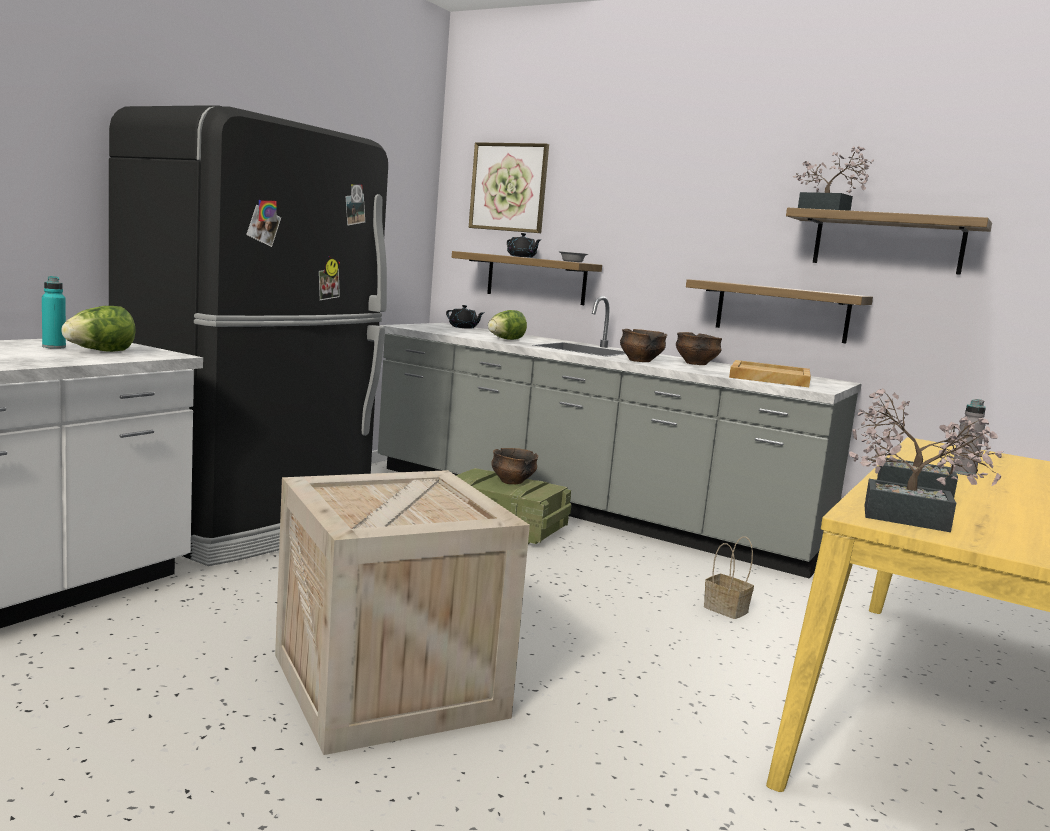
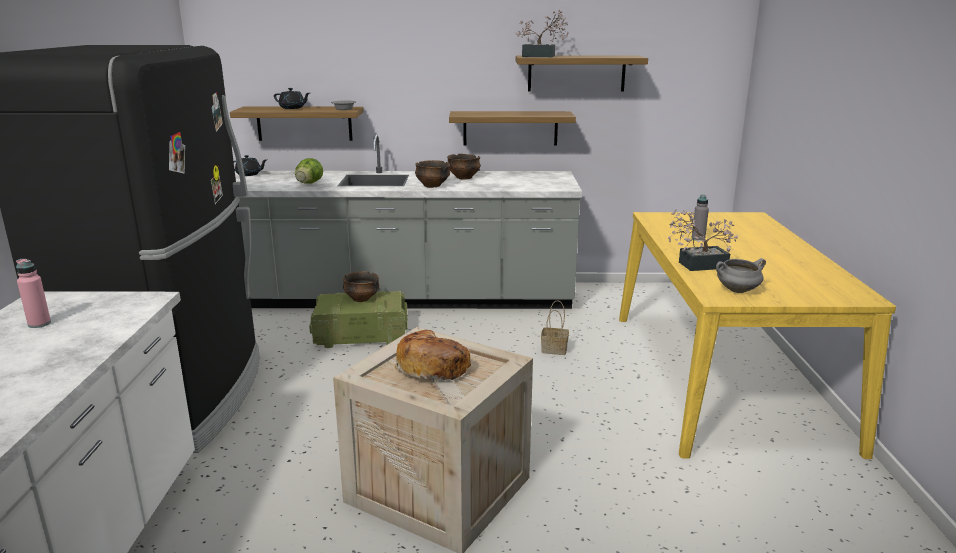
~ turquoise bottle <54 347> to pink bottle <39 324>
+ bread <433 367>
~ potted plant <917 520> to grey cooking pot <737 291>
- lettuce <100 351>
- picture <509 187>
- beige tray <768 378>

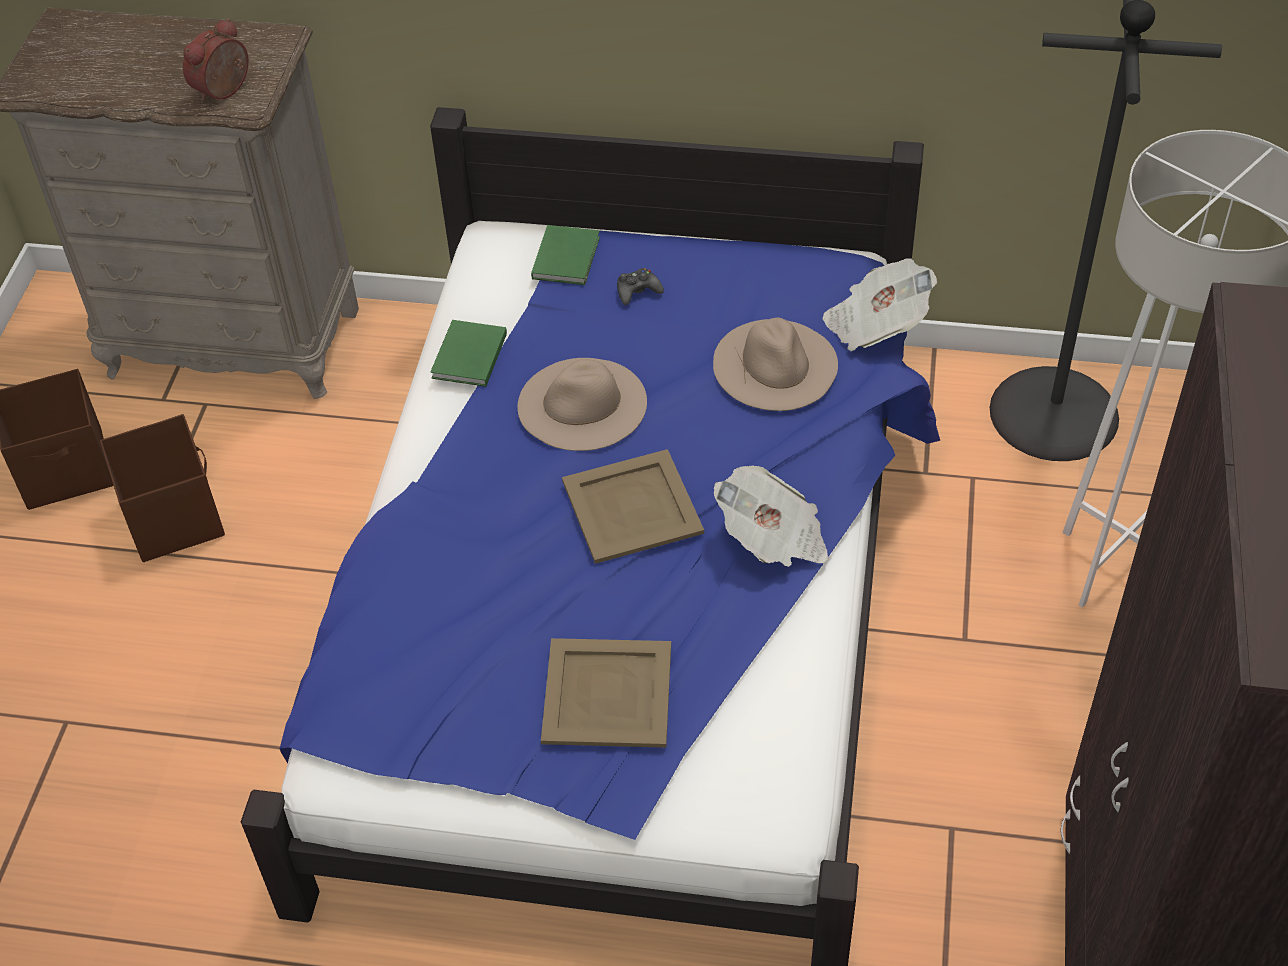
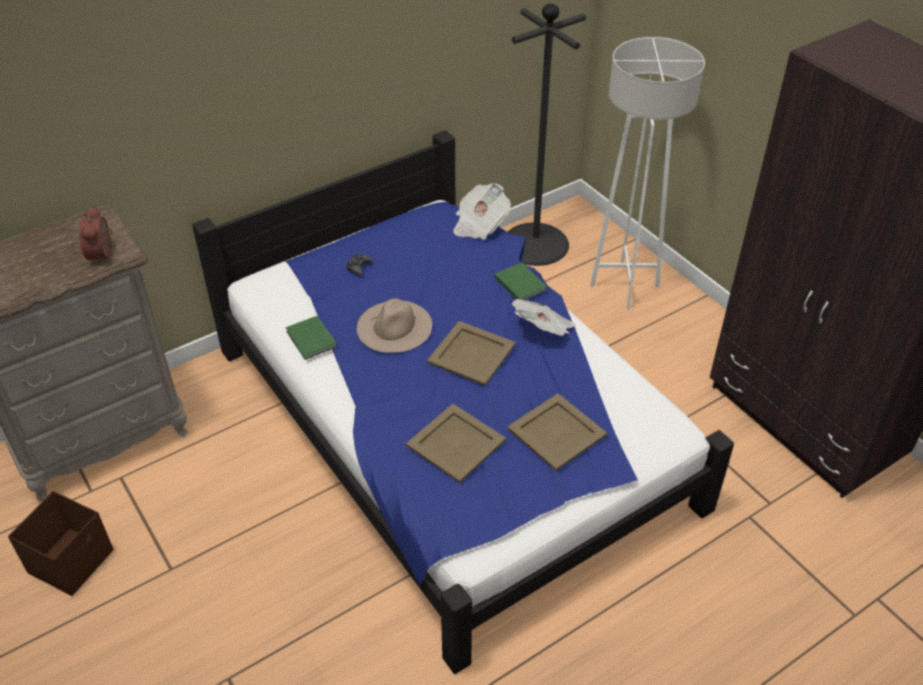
+ beige tray <455 443>
~ green book <567 256> to <520 283>
- brown storage box <174 517>
- beige hat <775 364>

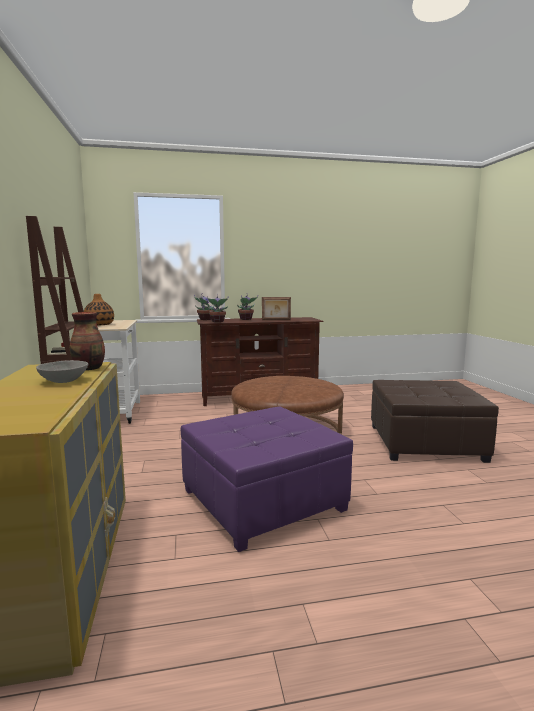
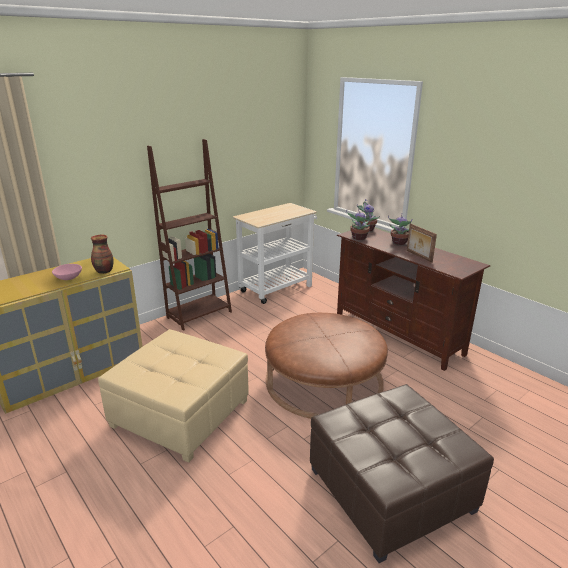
~ grey bowl <64 381> to pink bowl <69 278>
~ purple ottoman <262 500> to beige ottoman <179 413>
- vase <99 325>

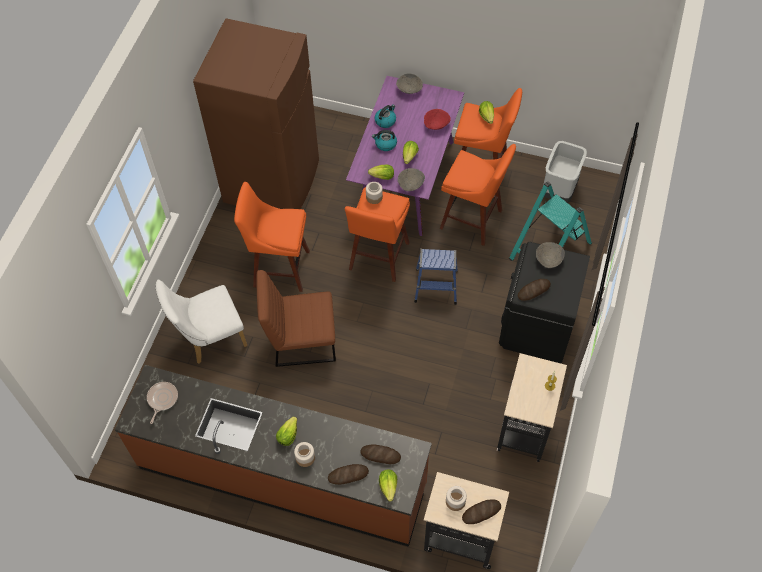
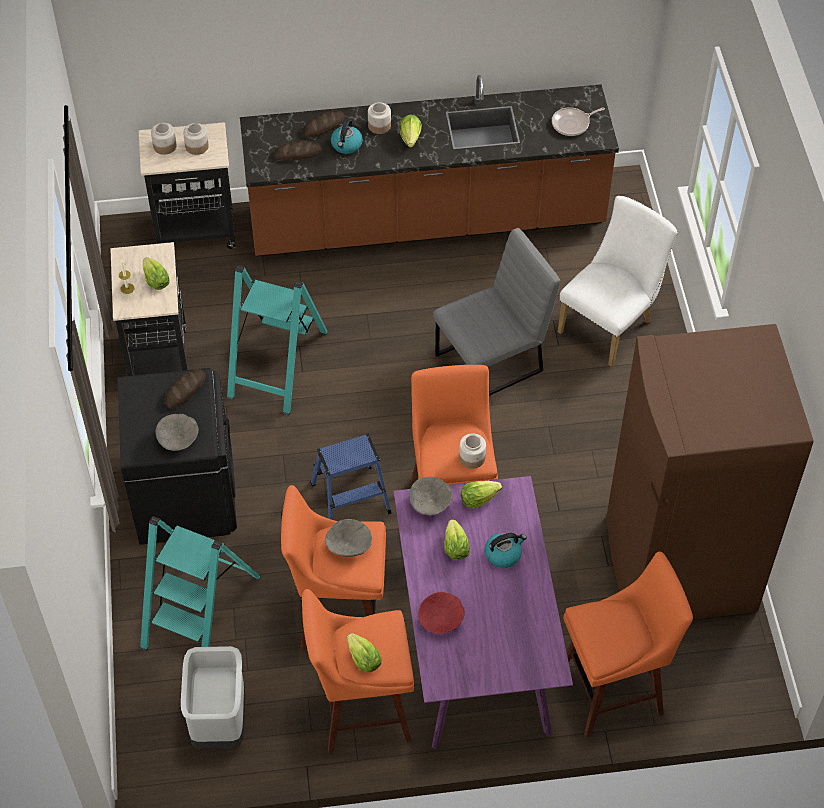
~ lettuce <388 486> to <156 281>
~ bread <481 512> to jar <164 146>
+ turquoise step ladder <277 365>
~ grey bowl <409 89> to <348 546>
~ kettle <385 121> to <346 145>
~ brown chair <301 341> to grey chair <492 362>
~ frying pan <162 399> = <572 124> 75 degrees clockwise
~ orange stool <280 268> to <613 691>

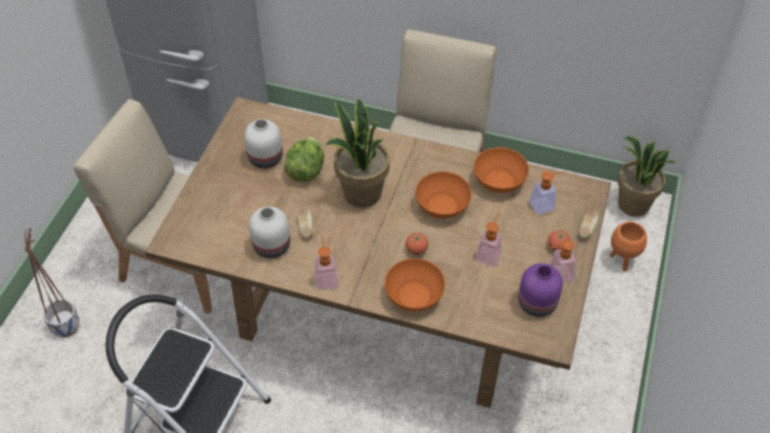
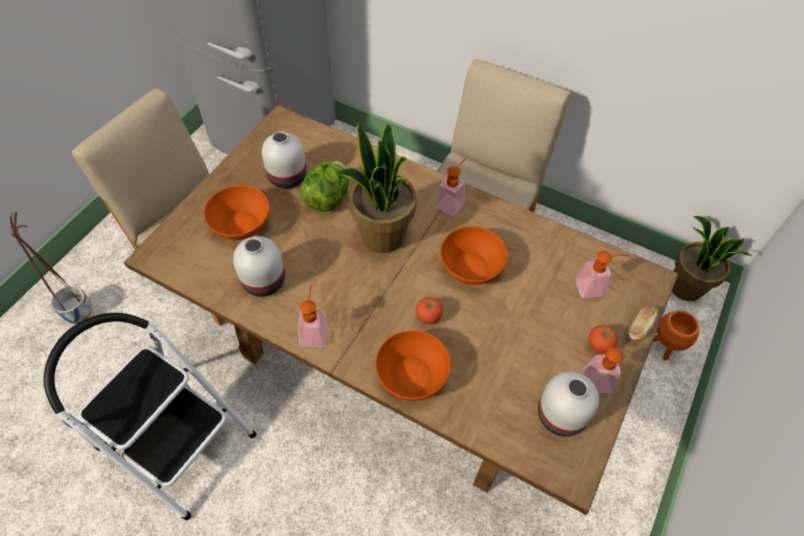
~ orange bowl <499 181> to <241 224>
~ soap dispenser <489 252> to <452 202>
~ purple vase <536 304> to white vase <559 415>
- bread <305 227>

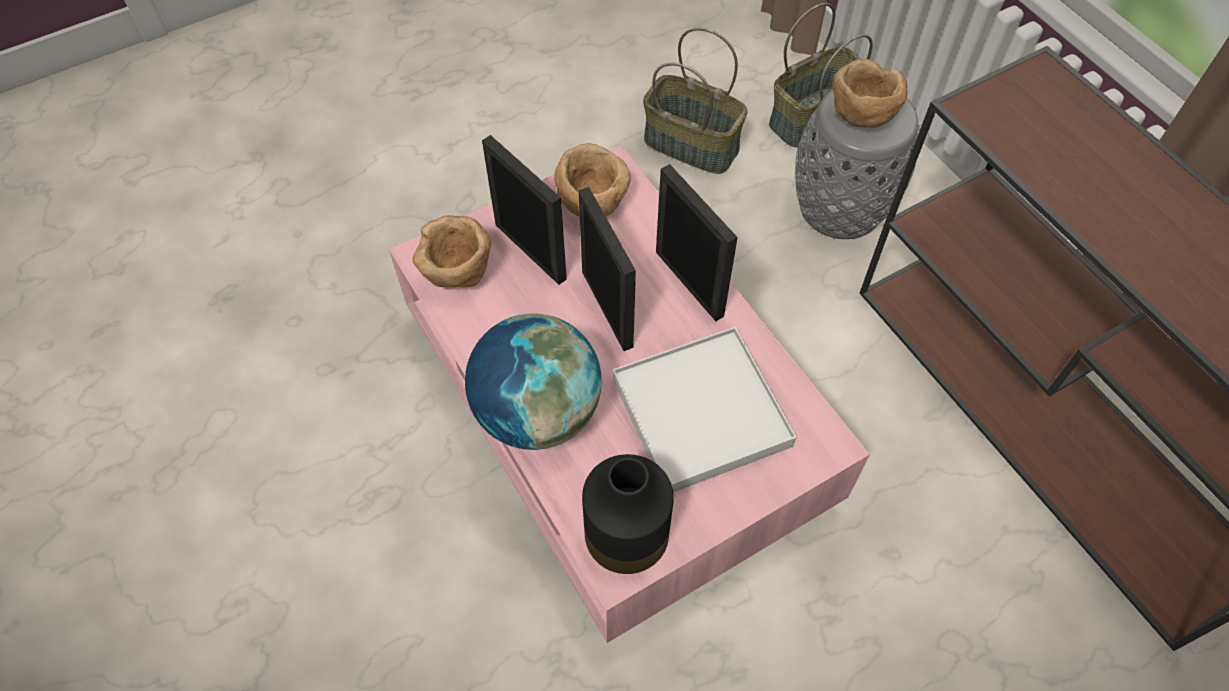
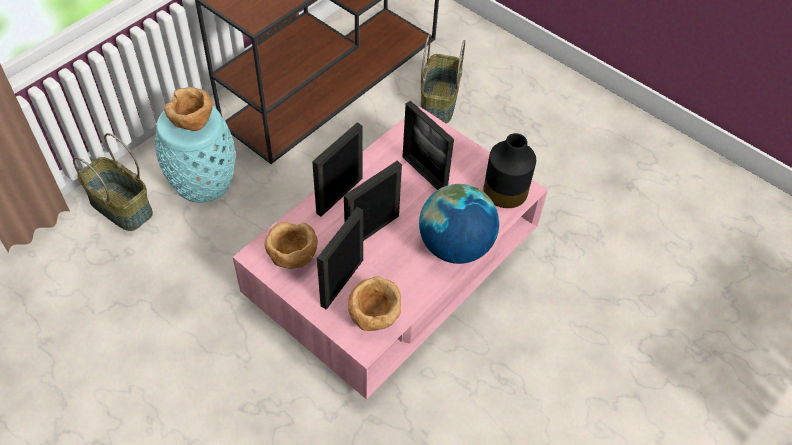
~ grey stool <840 207> to turquoise stool <203 181>
~ white tray <700 413> to picture frame <424 174>
~ basket <692 144> to <438 101>

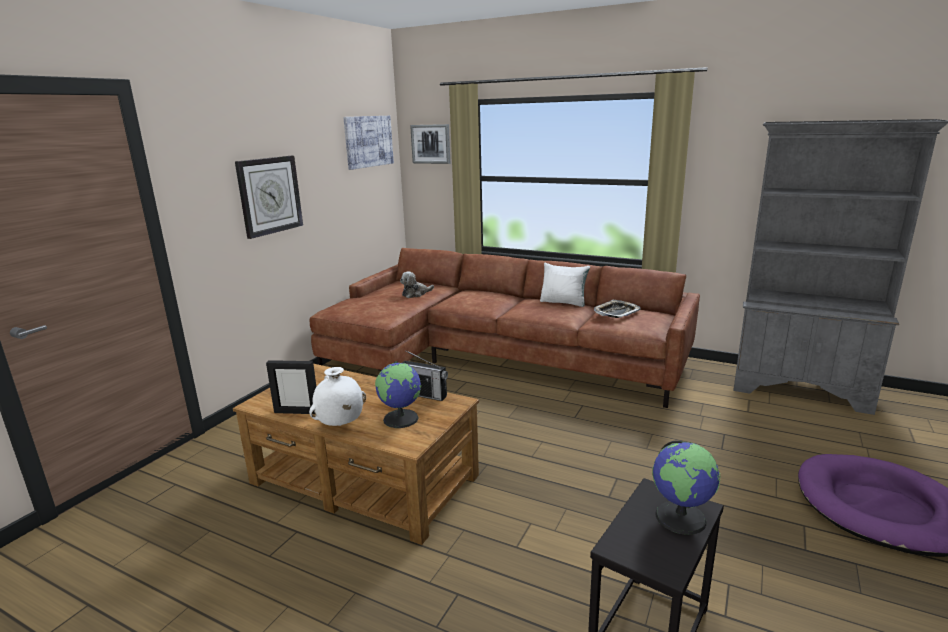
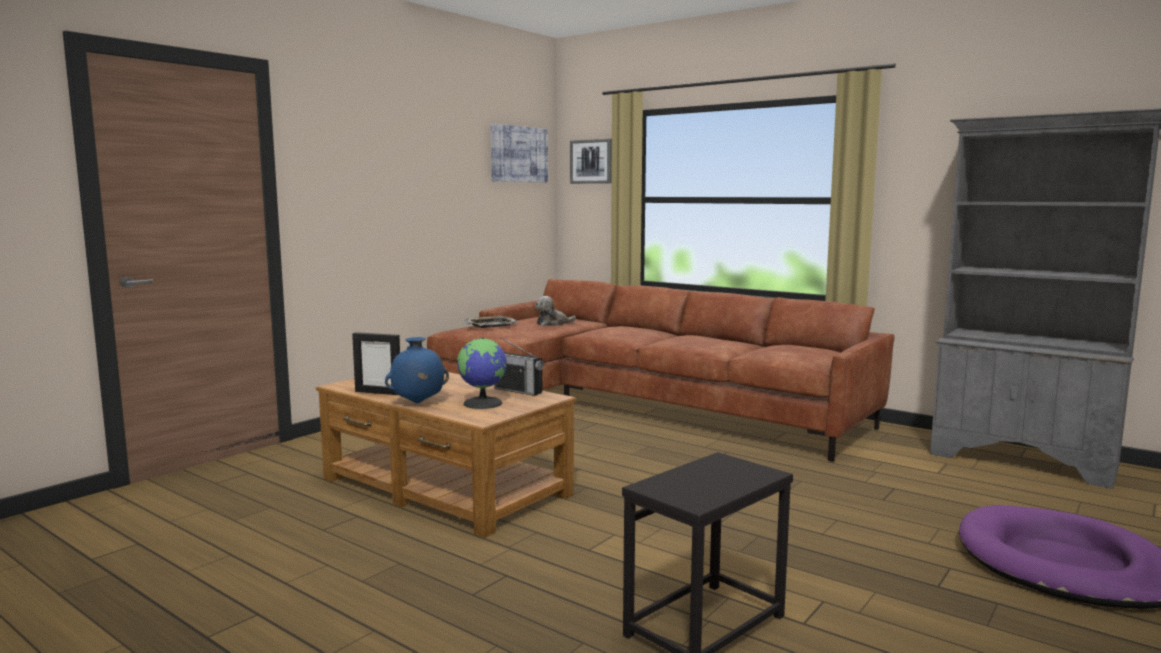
~ white vase <340 425> to blue vase <417 403>
~ tray <616 312> to <490 325>
- wall clock <269 195>
- white pillow <563 302>
- globe <681 517>

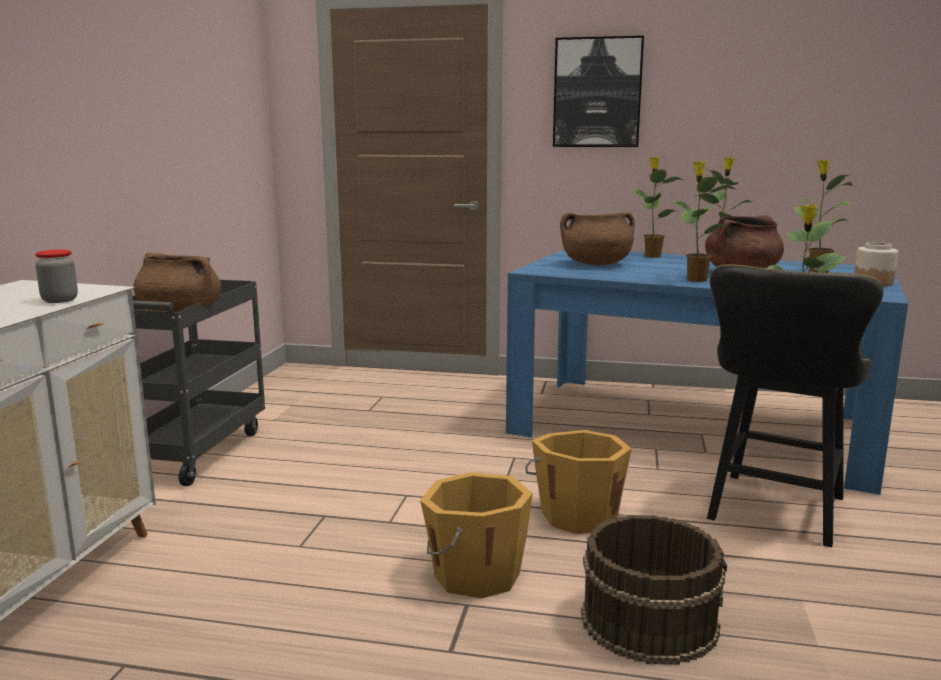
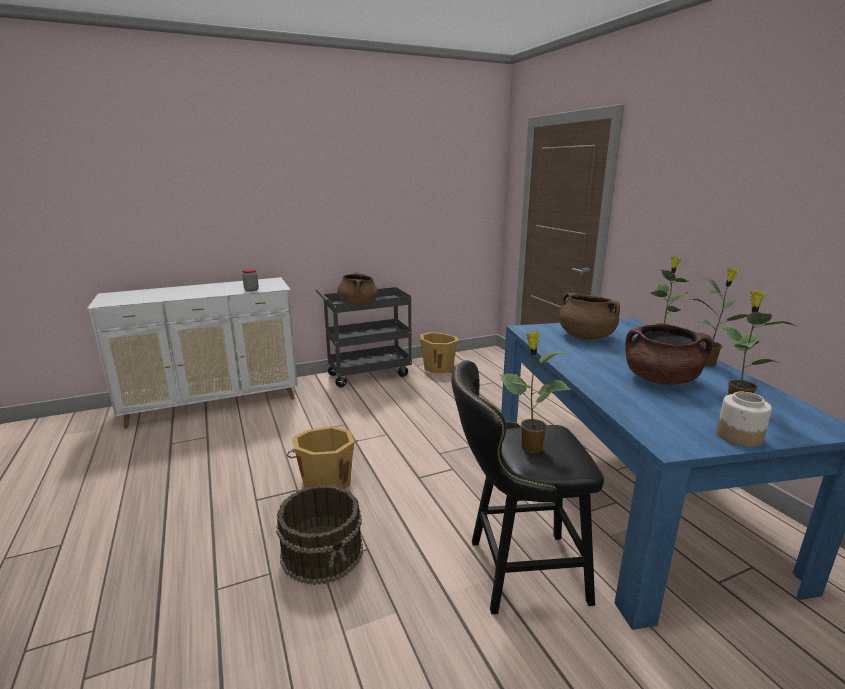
~ orange bucket <578 515> to <439 367>
- picture <597 93>
- potted plant <695 280>

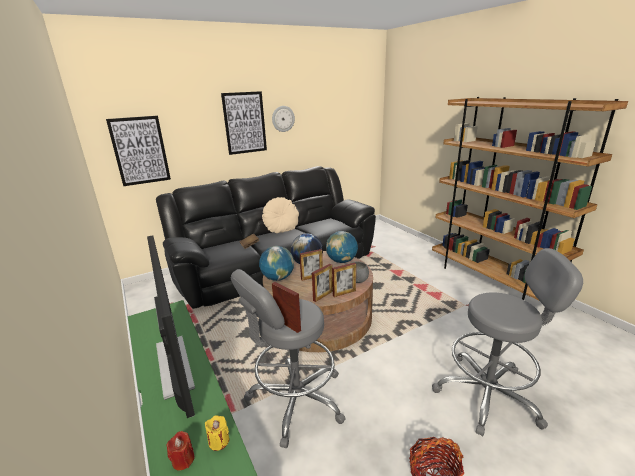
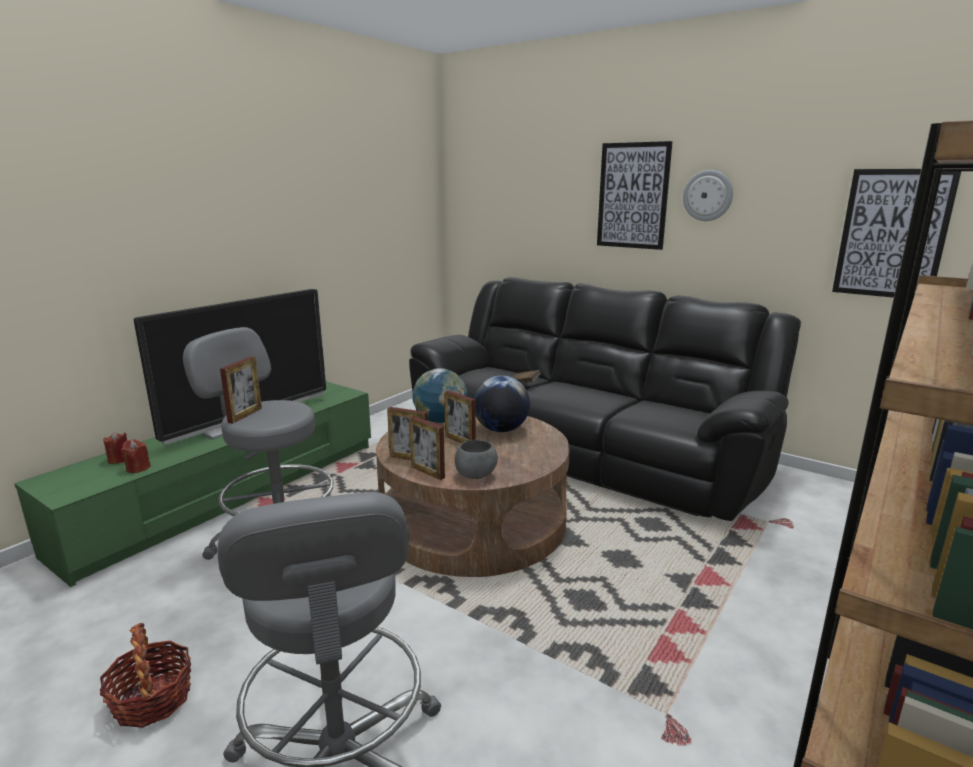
~ yellow candle <219 441> to red candle <138 468>
~ picture <140 151> to <892 234>
- beige pillow <281 230>
- globe <341 261>

